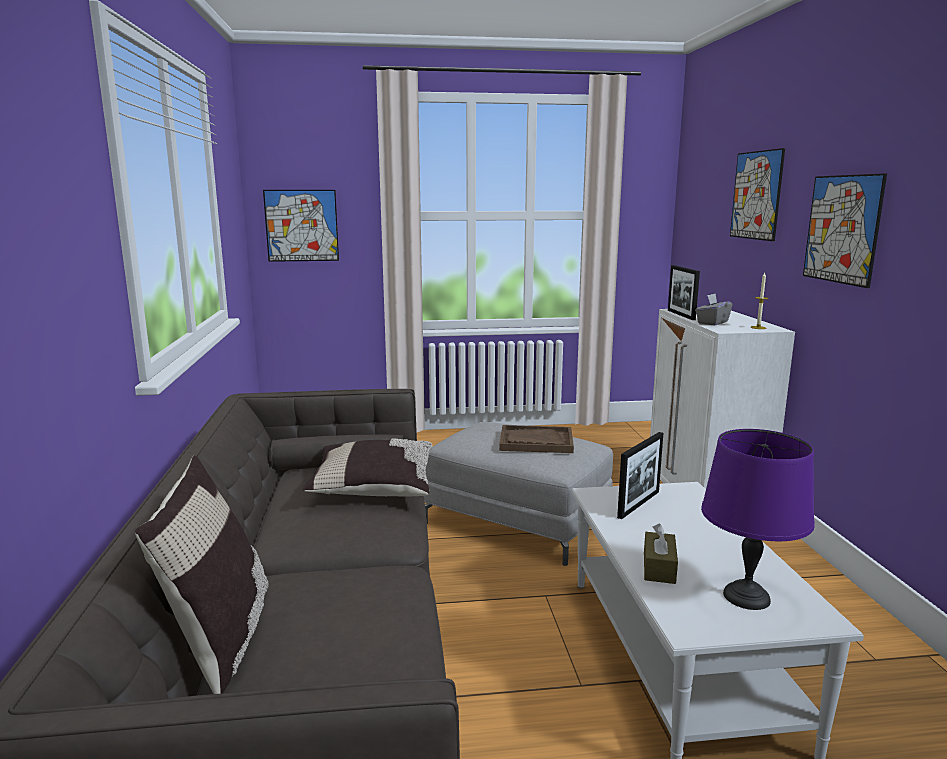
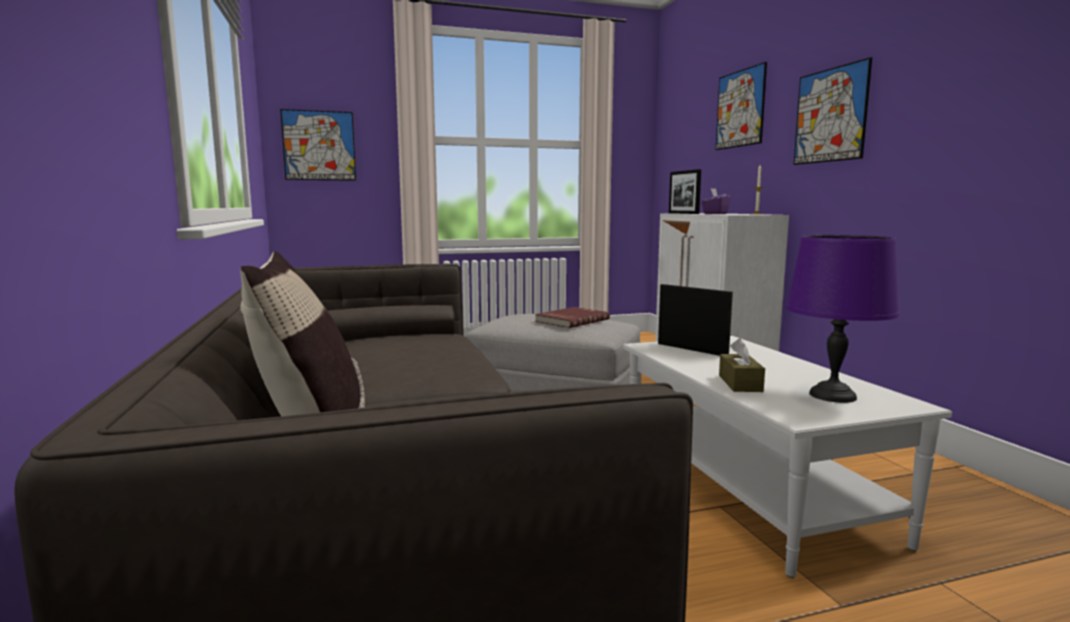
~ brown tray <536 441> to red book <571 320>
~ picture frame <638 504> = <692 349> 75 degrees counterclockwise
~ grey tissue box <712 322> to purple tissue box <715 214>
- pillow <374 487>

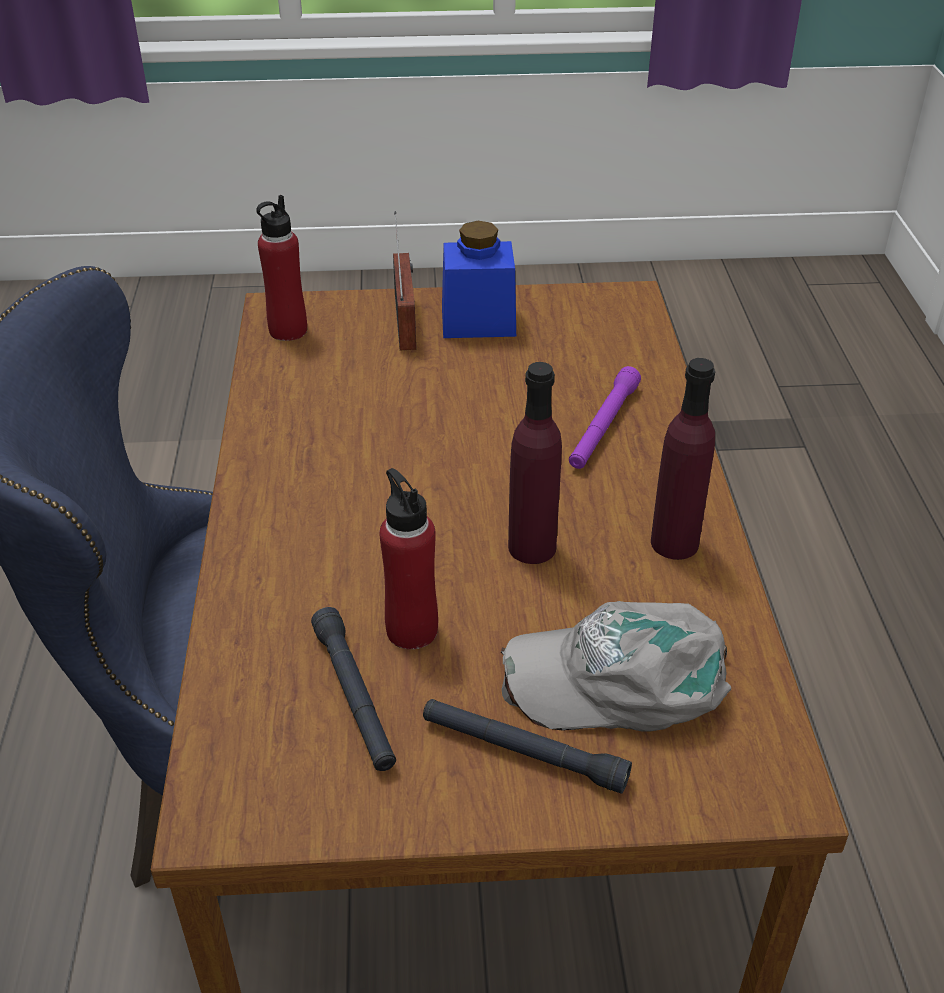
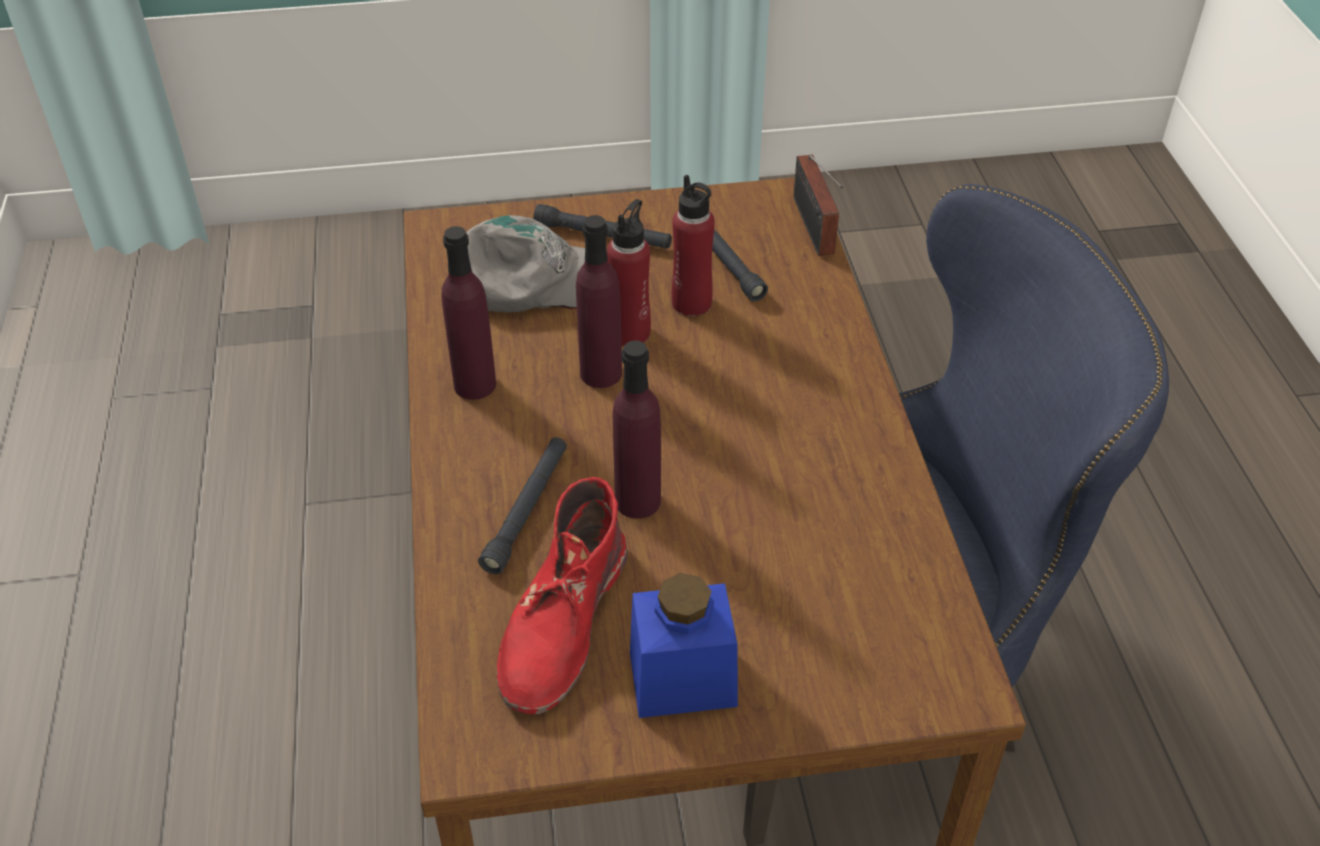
~ purple flashlight <603 427> to black flashlight <527 510>
+ red boot <562 622>
~ red bottle <288 330> to <630 332>
+ purple bottle <637 501>
~ radio <406 320> to <813 229>

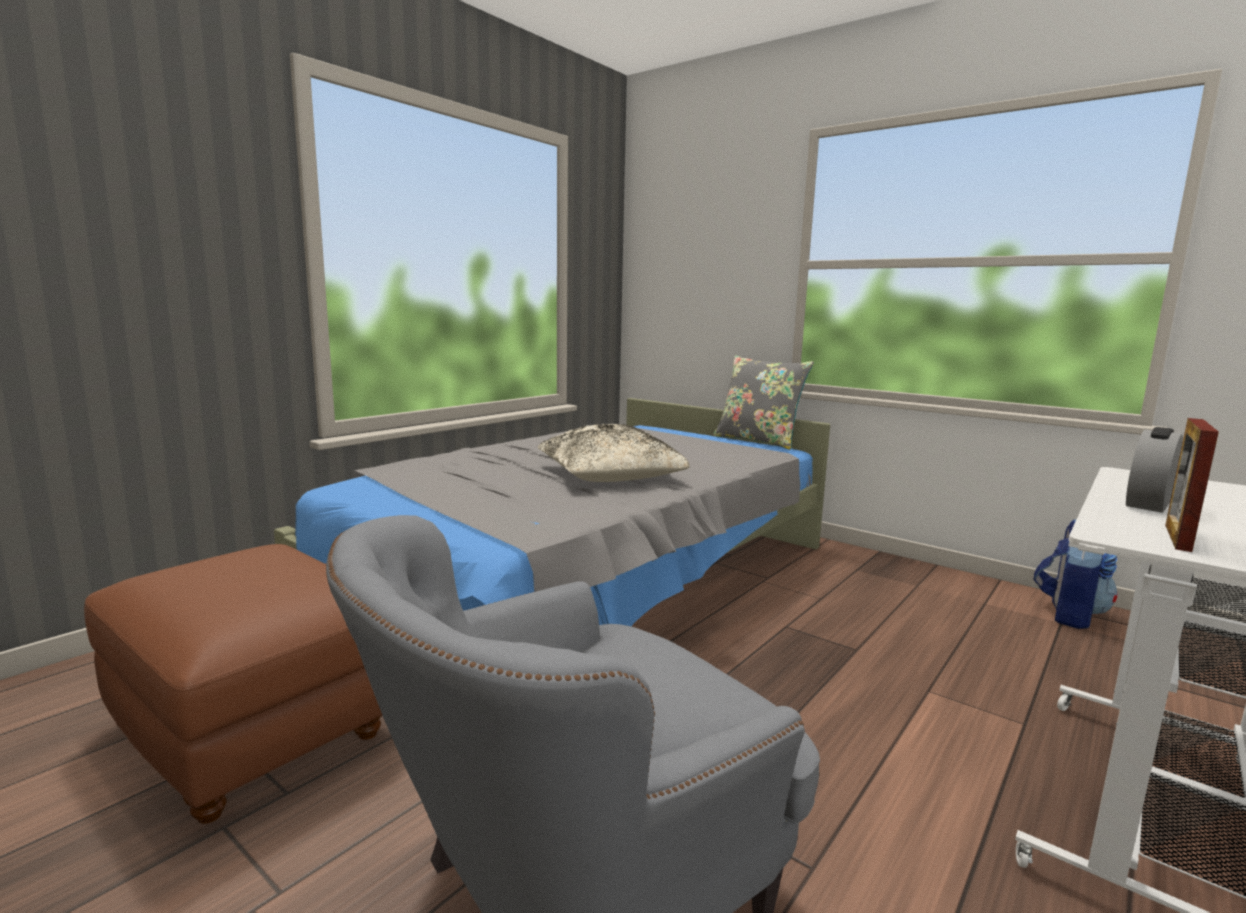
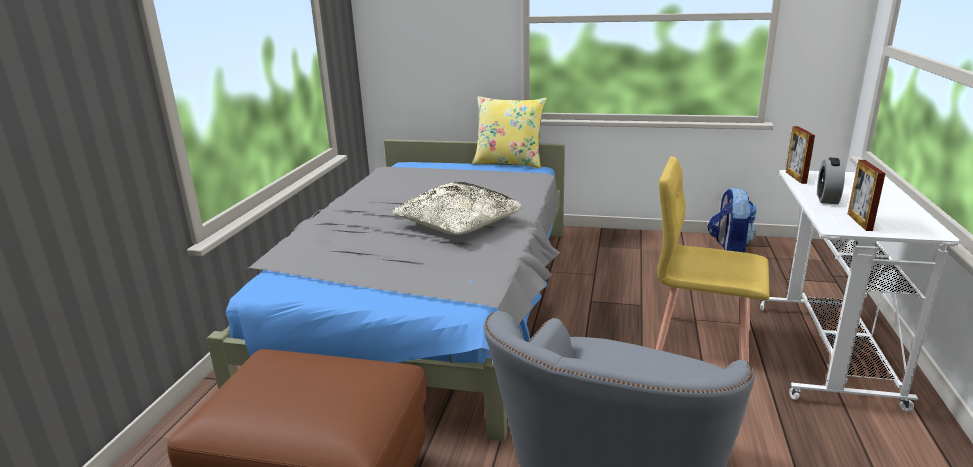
~ grey pillow <758 441> to yellow pillow <509 163>
+ yellow chair <702 340>
+ picture frame <795 177>

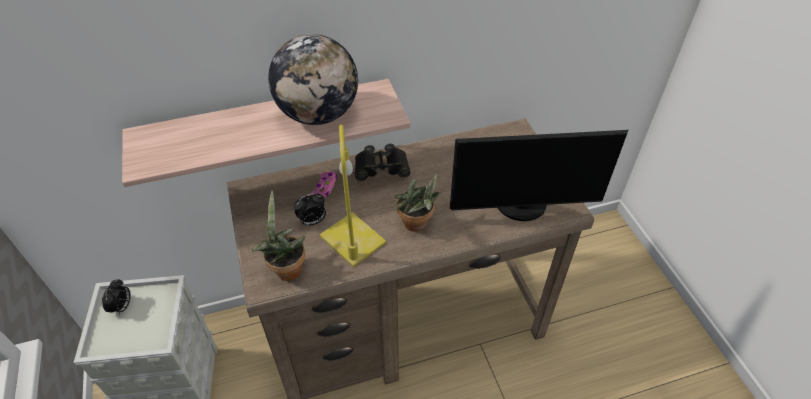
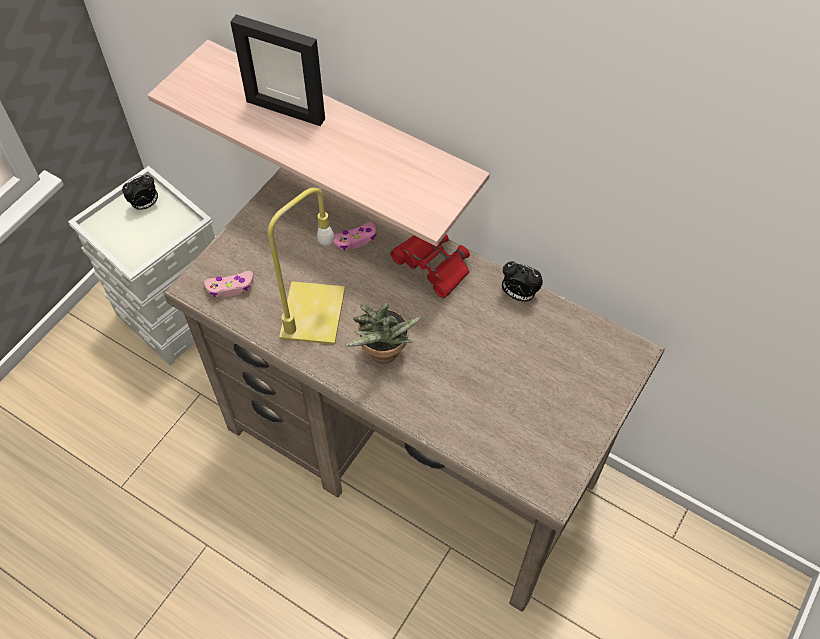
~ potted plant <286 268> to pink game controller <230 287>
+ picture frame <286 109>
~ black binoculars <381 167> to red binoculars <433 265>
~ alarm clock <312 221> to <518 295>
- globe <318 114>
- monitor <522 206>

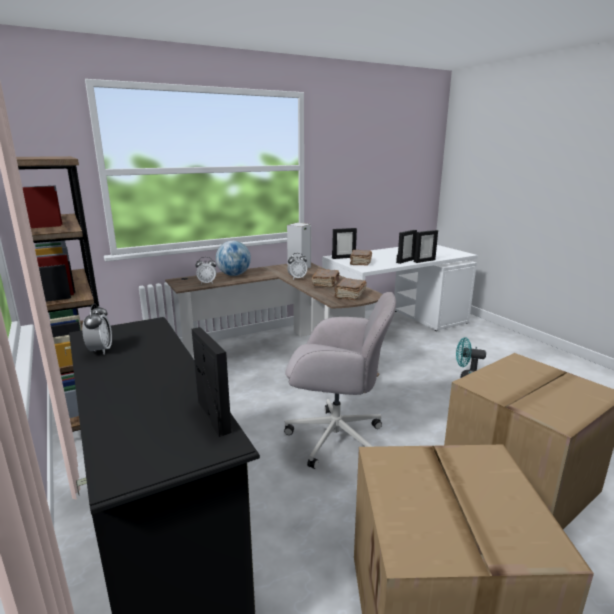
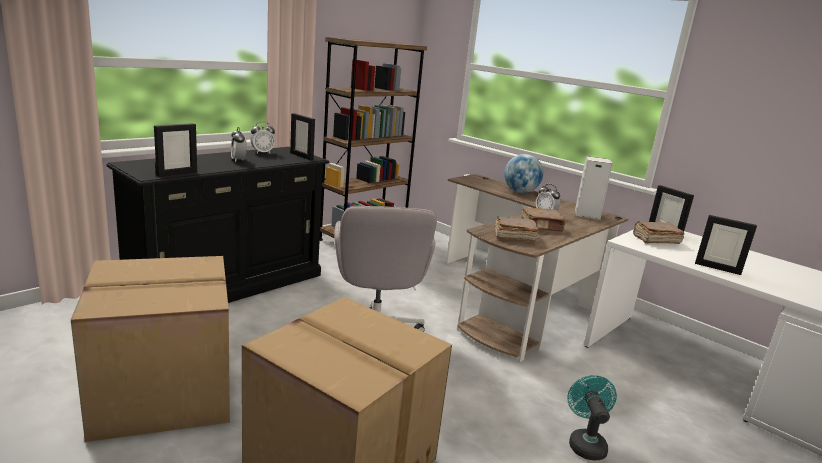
~ alarm clock <207 283> to <238 160>
~ picture frame <424 261> to <302 156>

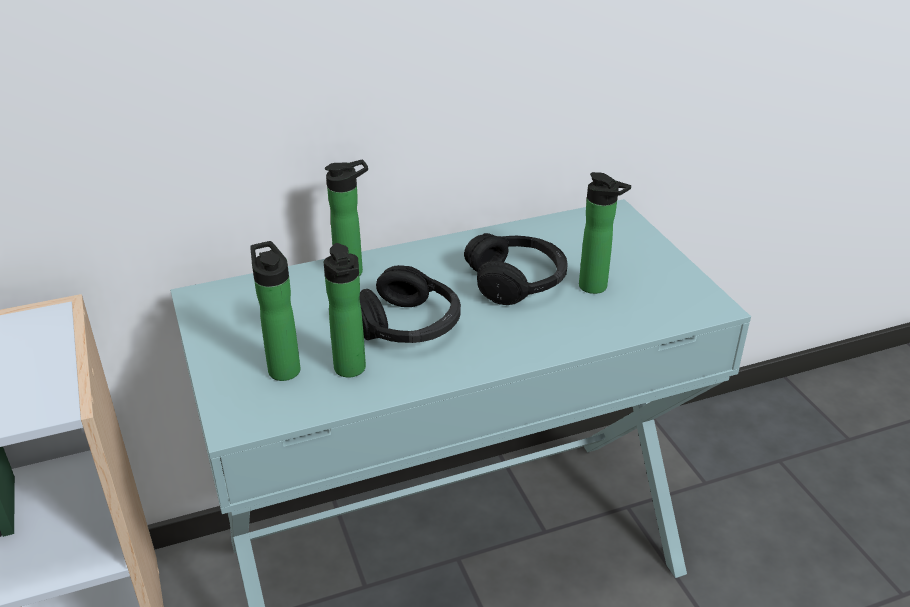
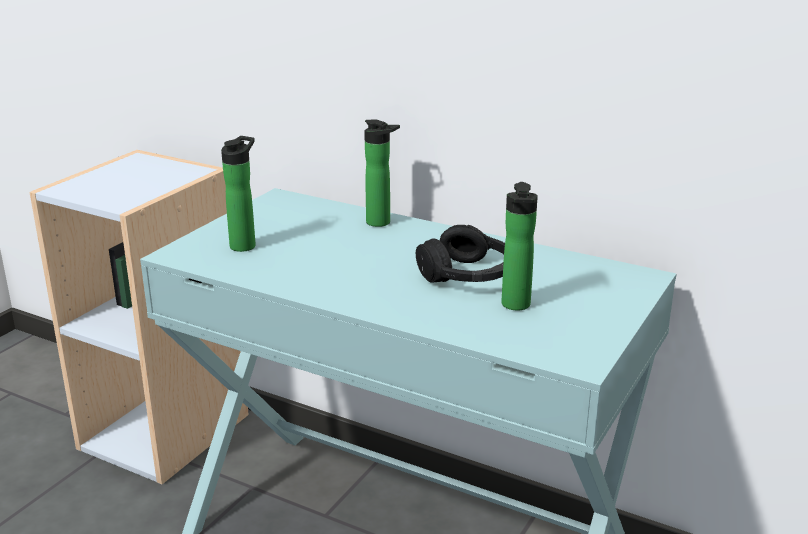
- bottle <351 371>
- black headphones <408 326>

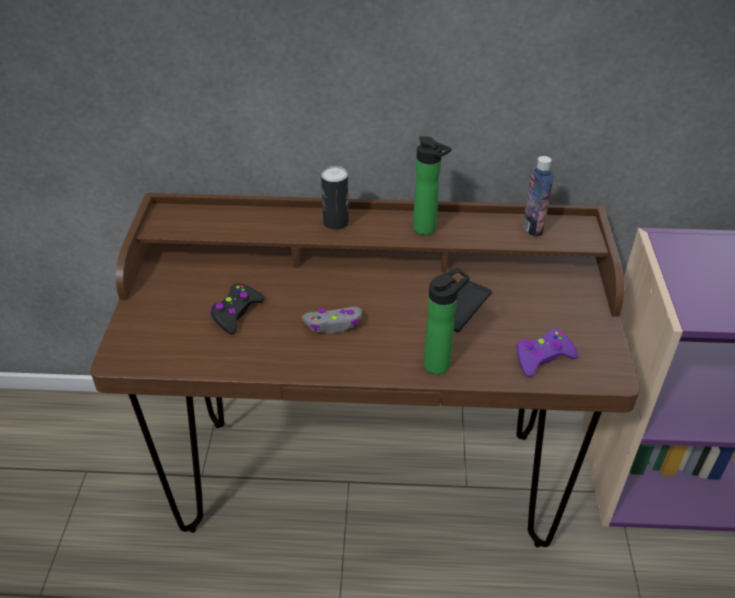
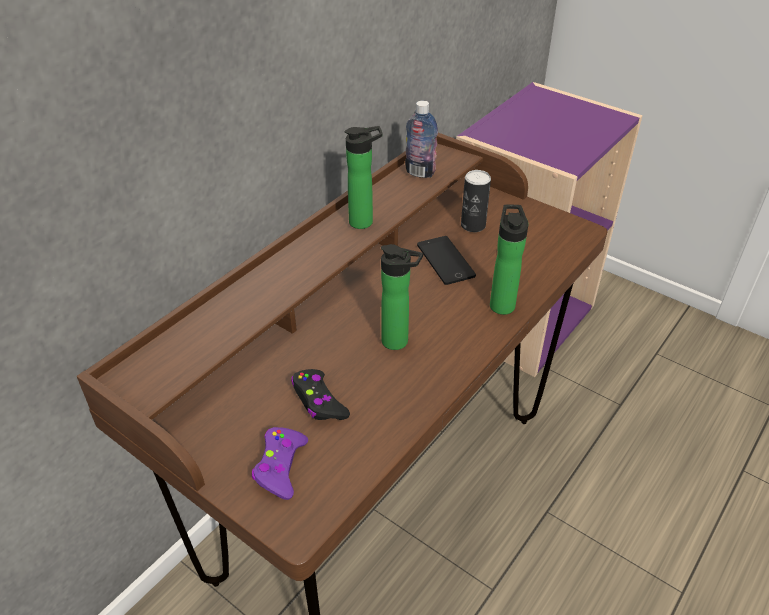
~ purple game controller <542 357> to <280 467>
~ grey game controller <333 324> to bottle <399 342>
~ can <336 222> to <473 225>

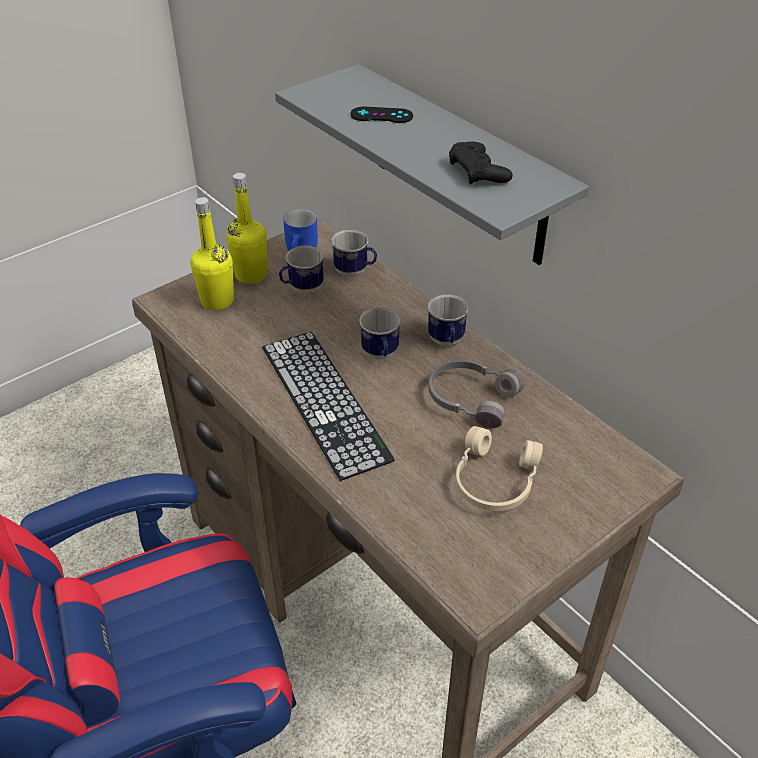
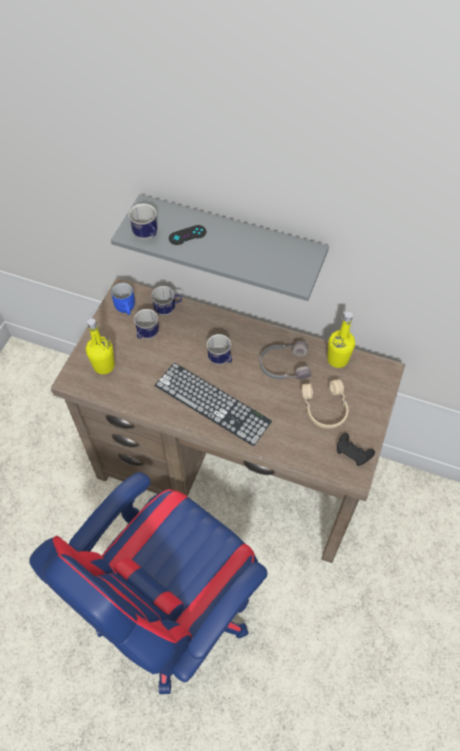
~ mug <446 342> to <147 236>
~ yellow bottle <251 275> to <337 359>
~ black game controller <478 171> to <353 452>

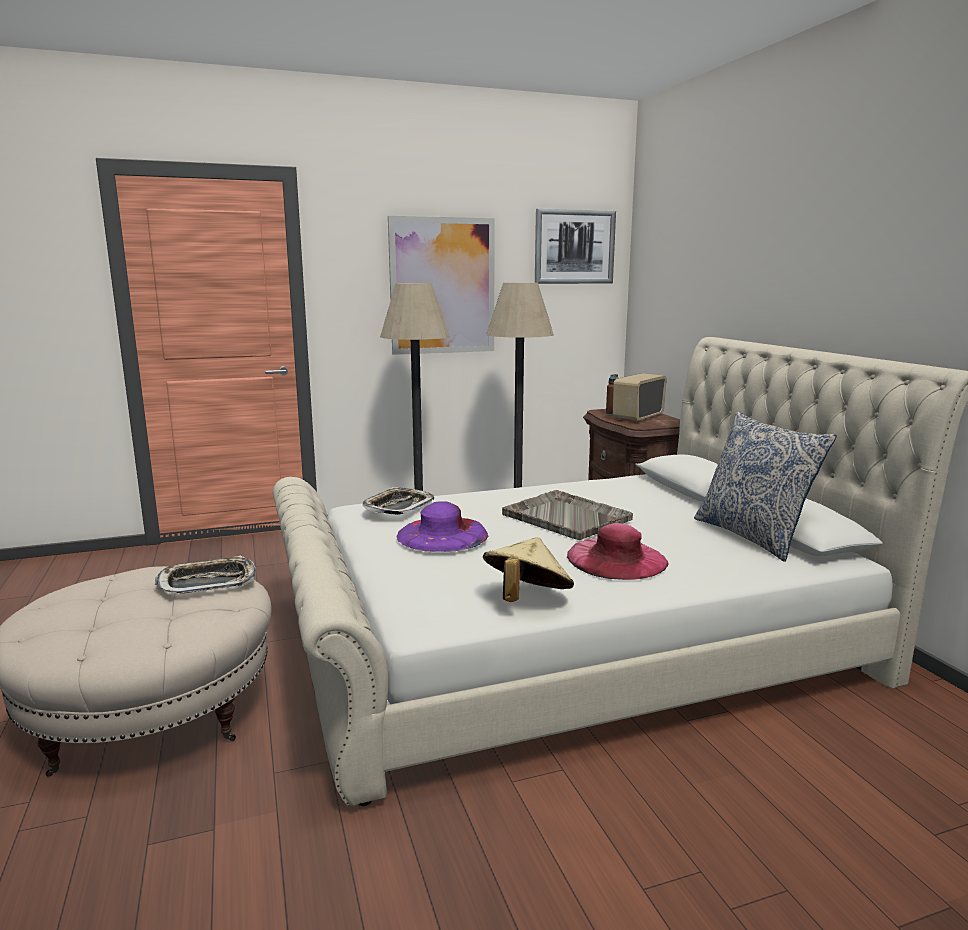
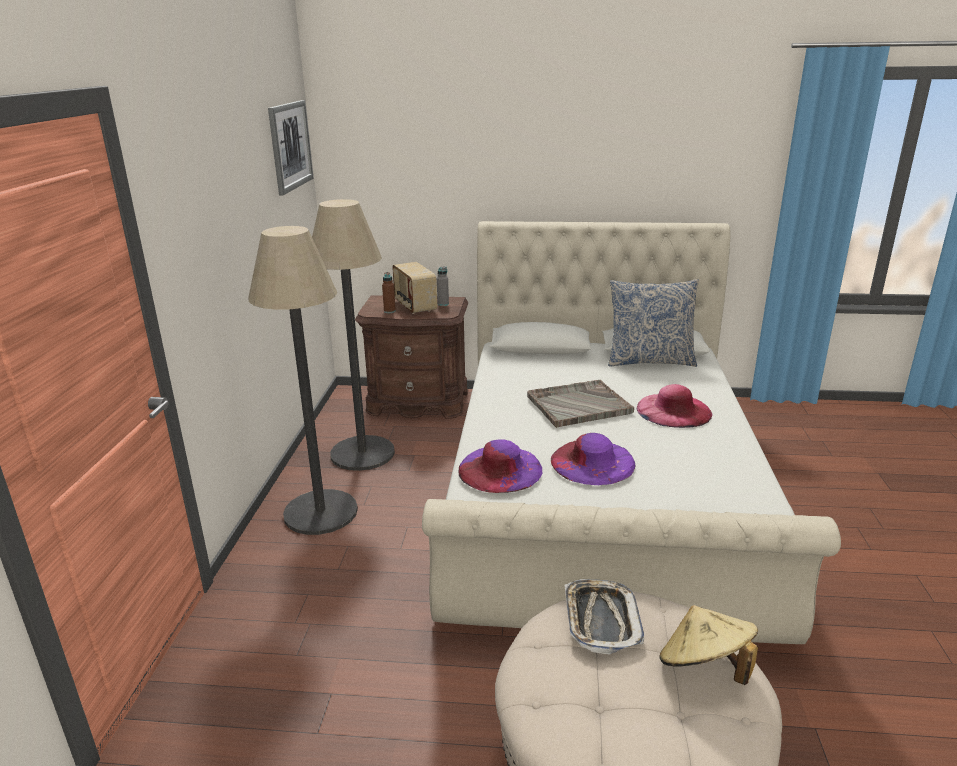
+ grey bottle <443 304>
~ tray <398 506> to purple hat <500 469>
~ beige hat <526 599> to <704 667>
- picture <442 286>

